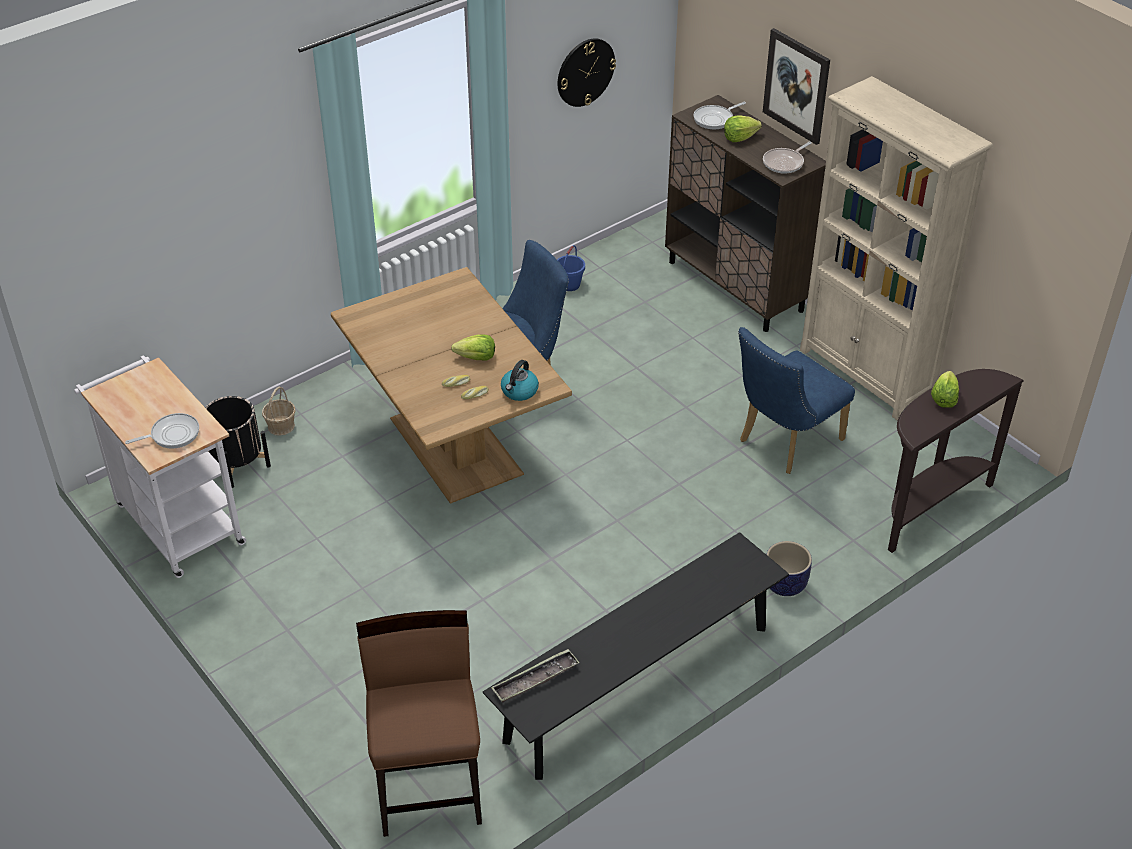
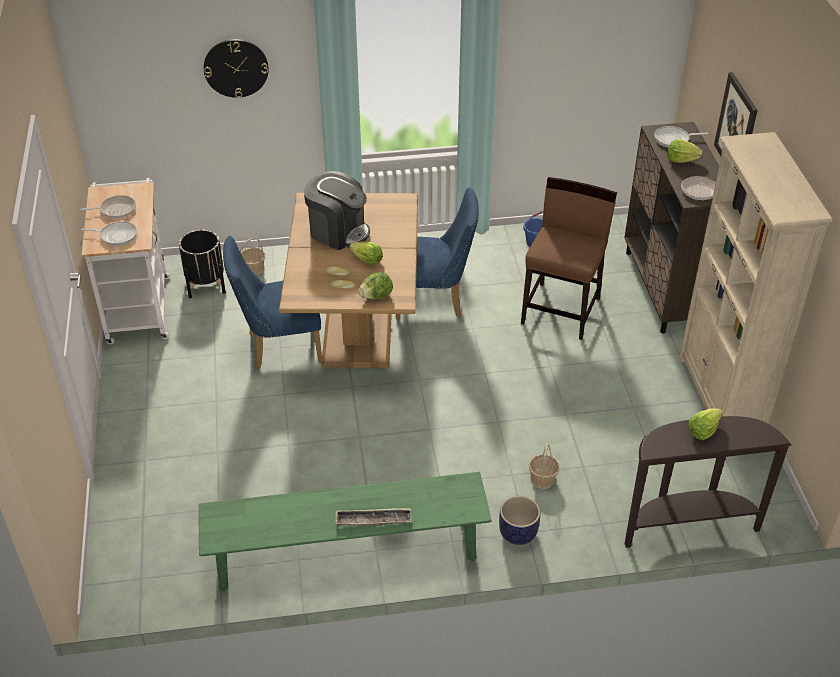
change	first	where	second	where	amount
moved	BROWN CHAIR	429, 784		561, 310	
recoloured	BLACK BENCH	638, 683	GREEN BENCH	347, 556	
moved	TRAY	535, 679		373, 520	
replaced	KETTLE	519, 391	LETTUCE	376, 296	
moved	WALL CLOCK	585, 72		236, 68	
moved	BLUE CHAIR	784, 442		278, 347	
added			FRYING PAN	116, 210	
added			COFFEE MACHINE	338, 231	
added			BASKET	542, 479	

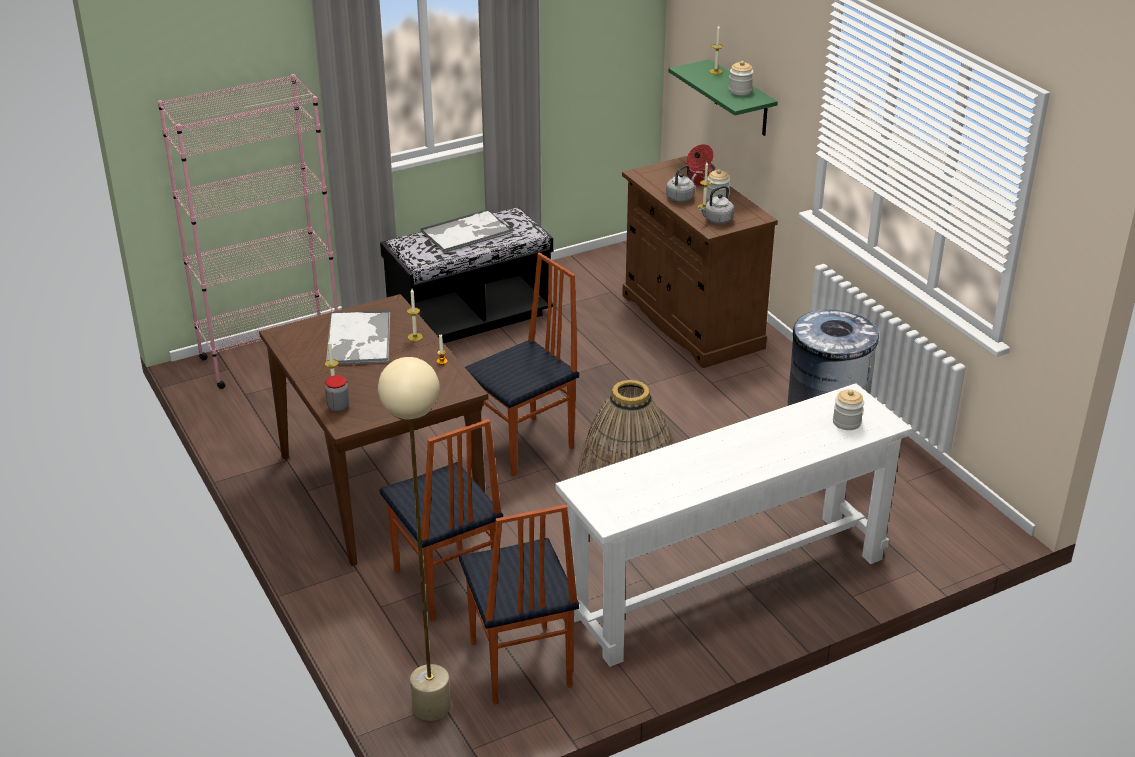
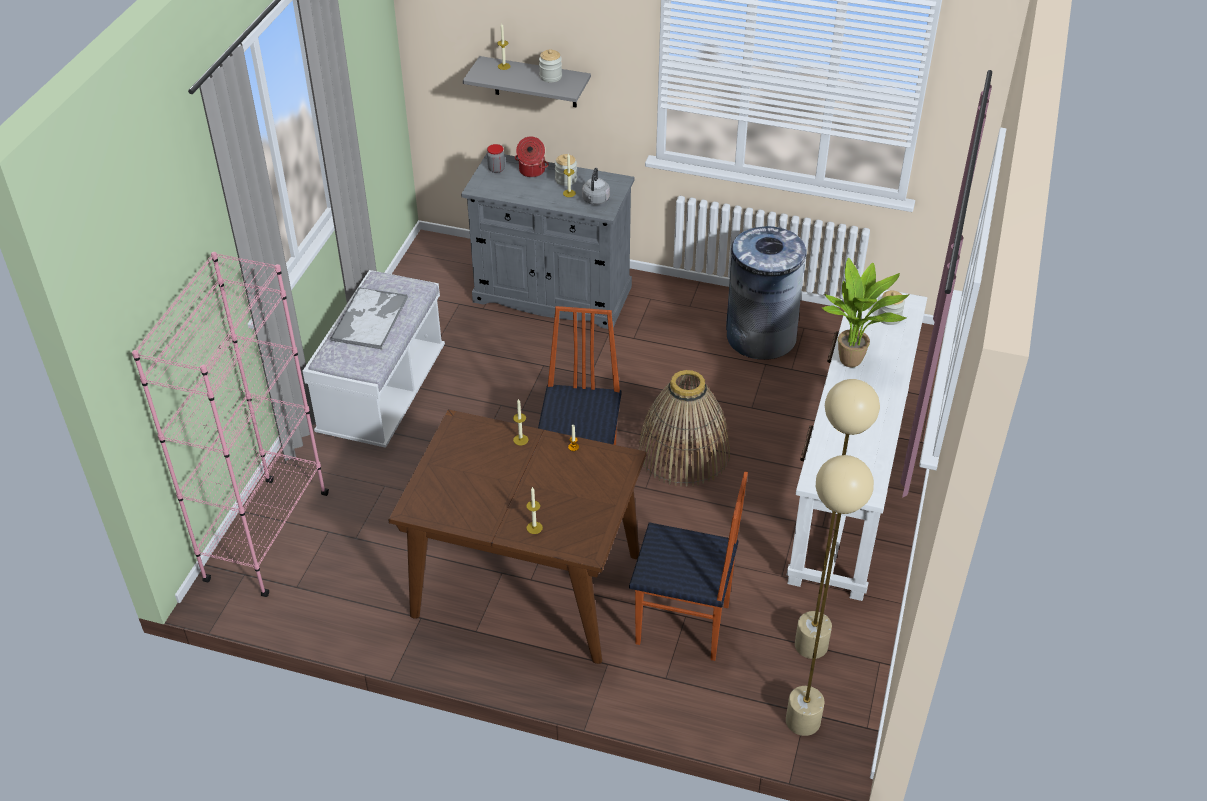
change	first	where	second	where	amount
moved	JAR	338, 407		496, 169	
removed	TRAY	359, 339			
recoloured	BLACK BENCH	470, 318	WHITE BENCH	382, 394	
replaced	CHAIR	518, 665	BEIGE FLOOR LAMP	811, 645	
recoloured	BROWN CABINET	691, 321	GREY CABINET	552, 295	
removed	GREY KETTLE	681, 197			
recoloured	GREEN SHELF	741, 99	GREY SHELF	535, 82	
added			POTTED PLANT	854, 362	

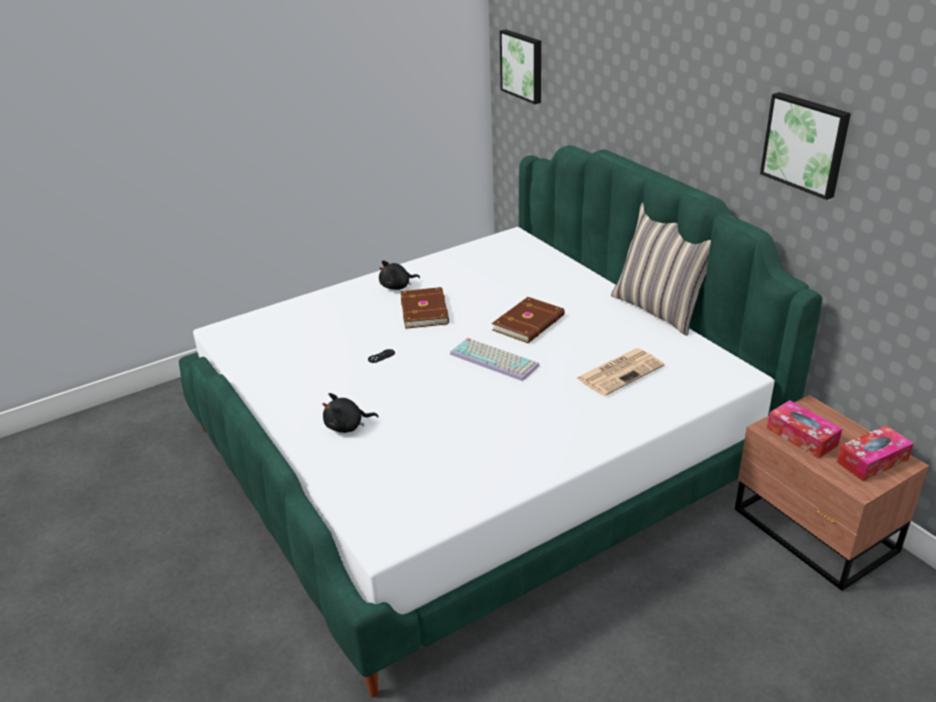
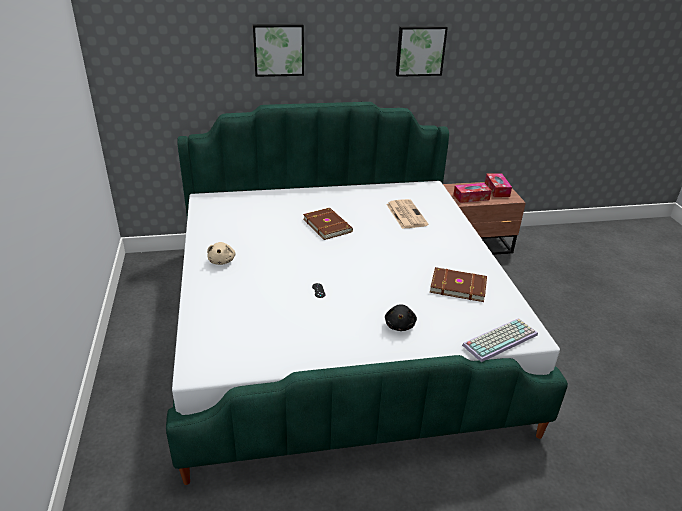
change	first	where	second	where	amount
recoloured	BLACK PLUSH TOY	397, 286	BEIGE PLUSH TOY	222, 261	
moved	BROWN BOOK	425, 310		457, 286	
moved	KEYBOARD	496, 359		500, 339	
moved	PICTURE	523, 65		278, 49	
removed	PILLOW	660, 309			

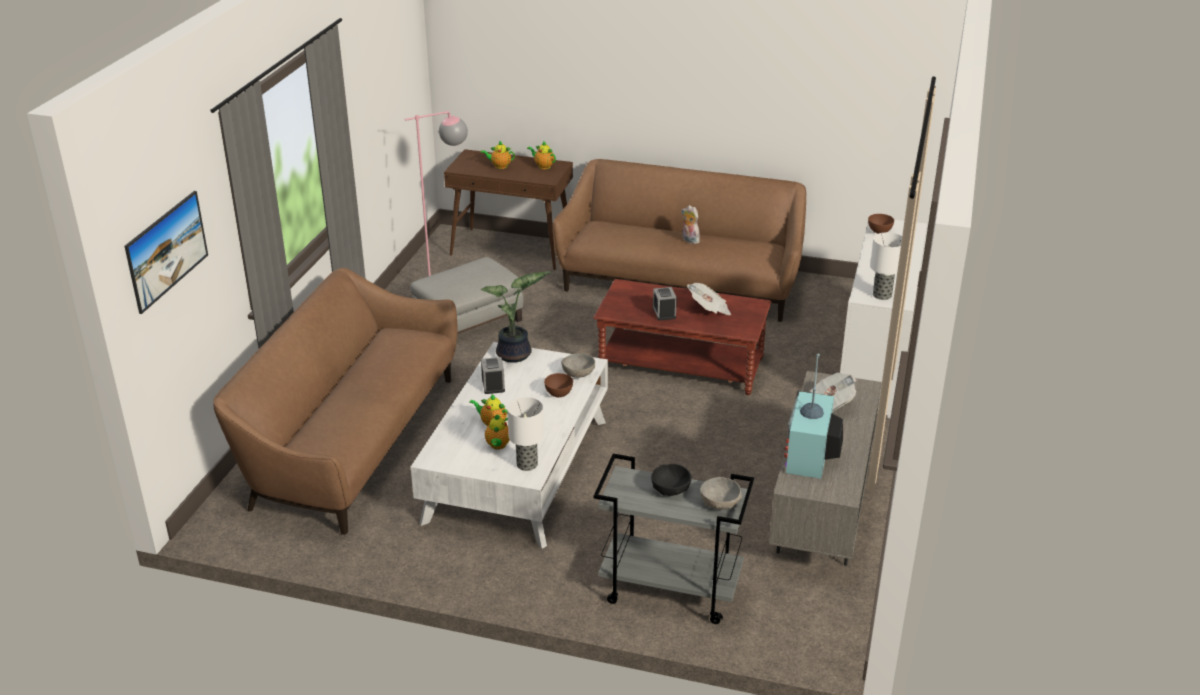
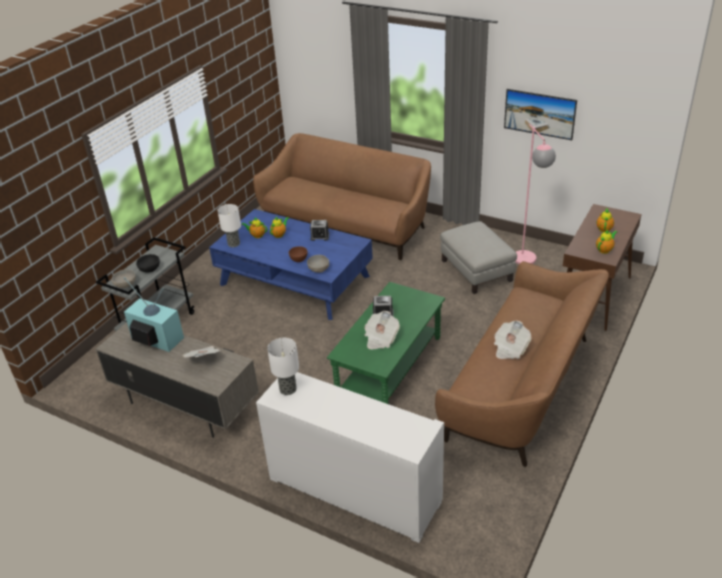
change	first	where	second	where	amount
moved	PICTURE	170, 267		538, 123	
recoloured	WHITE COFFEE TABLE	518, 469	BLUE COFFEE TABLE	295, 280	
removed	POTTED PLANT	516, 355			
recoloured	BROWN COFFEE TABLE	681, 365	GREEN COFFEE TABLE	389, 366	
replaced	PLUSH TOY	689, 240	NEWSPAPER	510, 348	
removed	BROWN BOWL	879, 231			

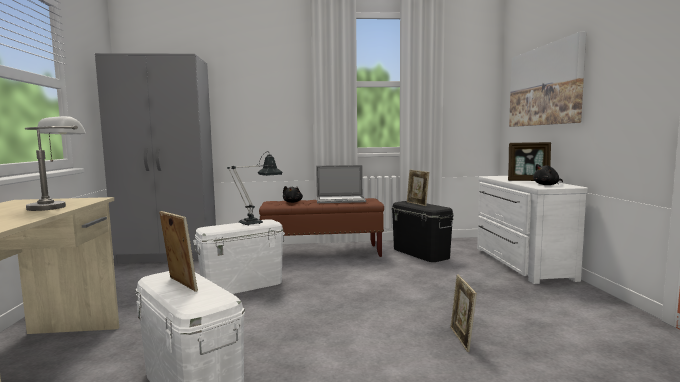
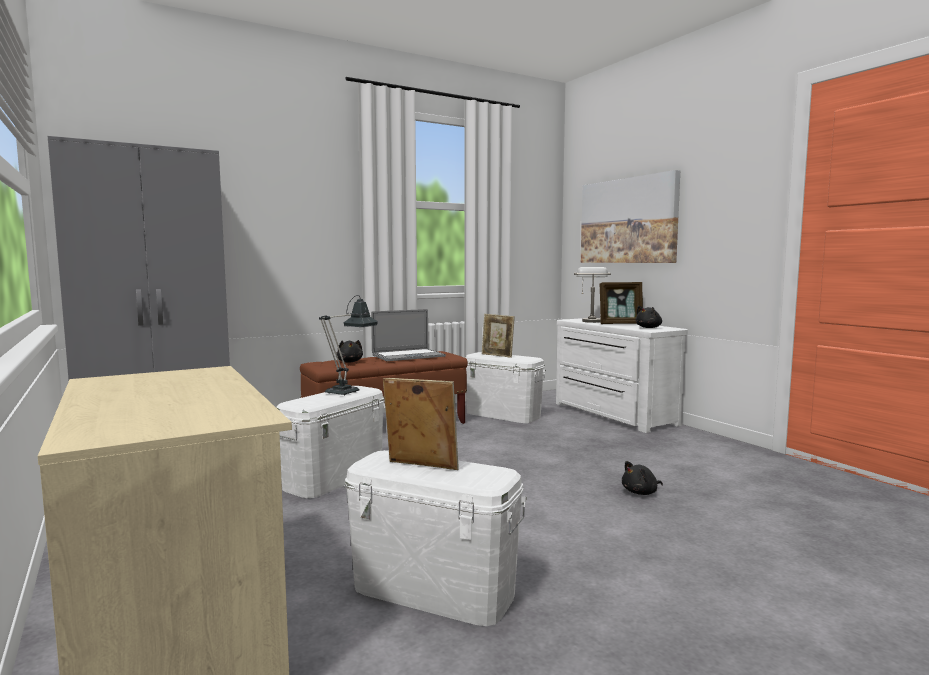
change	first	where	second	where	amount
moved	GREY TABLE LAMP	58, 206		590, 321	
recoloured	BLACK STORAGE BOX	421, 253	WHITE STORAGE BOX	503, 414	
replaced	PICTURE FRAME	461, 339	BLACK PLUSH TOY	641, 492	

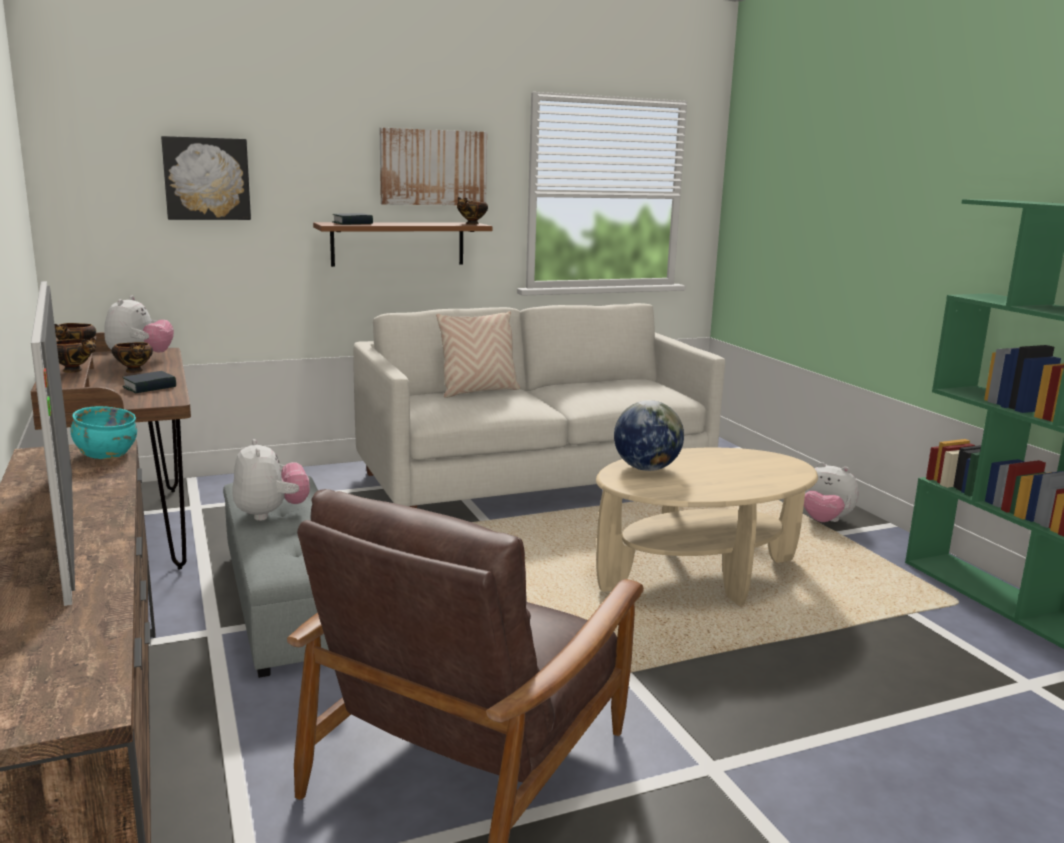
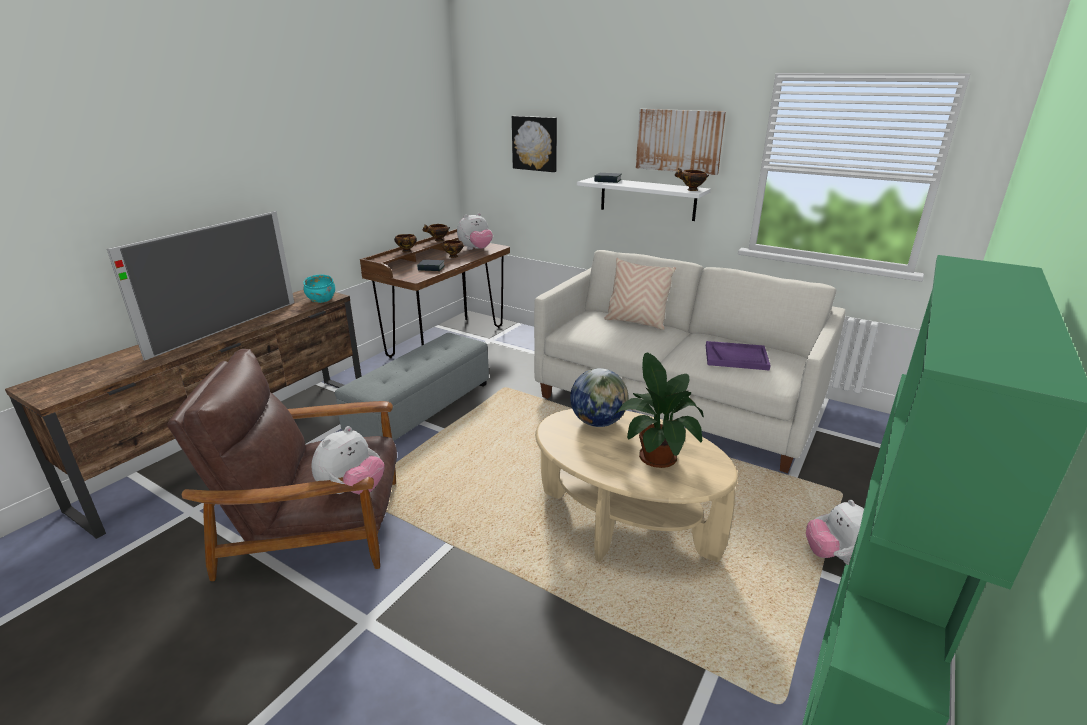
change	first	where	second	where	amount
moved	PLUSH TOY	271, 514		352, 490	
recoloured	BROWN SHELF	398, 244	WHITE SHELF	647, 198	
added			POTTED PLANT	657, 454	
added			PURPLE TRAY	736, 357	

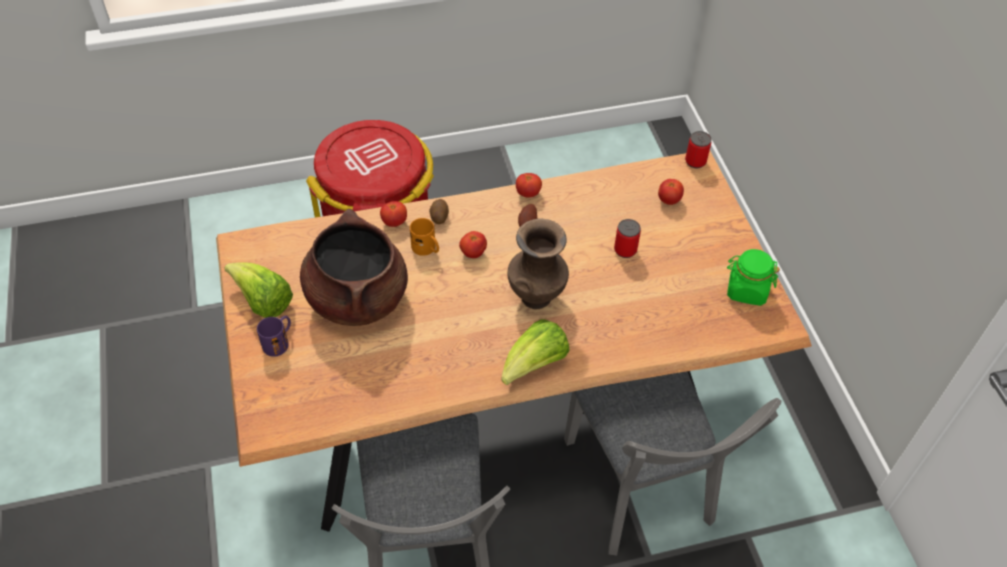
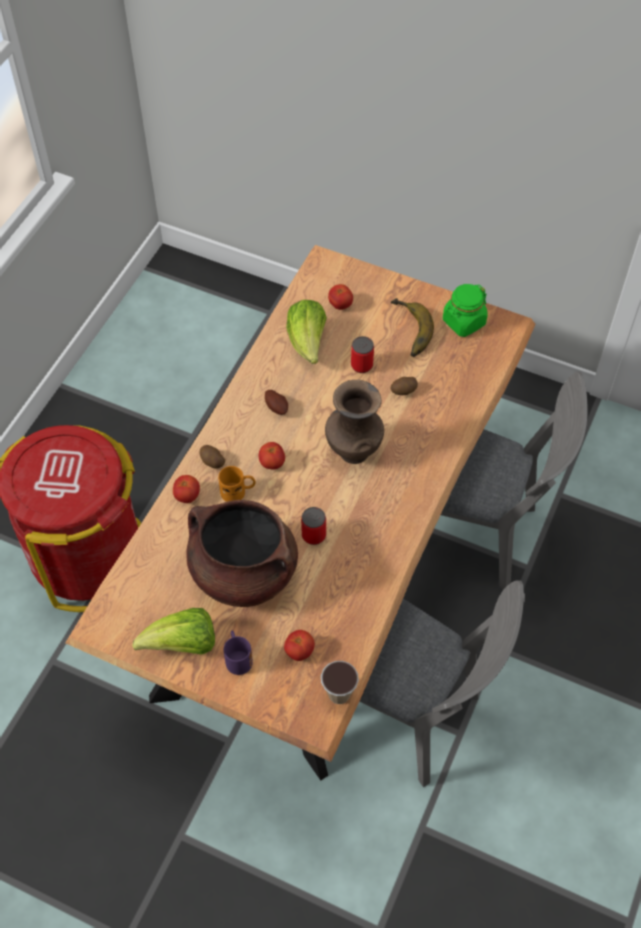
change	first	where	second	where	amount
moved	LETTUCE	534, 365		307, 343	
moved	TOMATO	528, 193		299, 651	
moved	CAN	695, 161		313, 535	
added			CUP	339, 693	
added			POTATO	404, 391	
added			BANANA	407, 331	

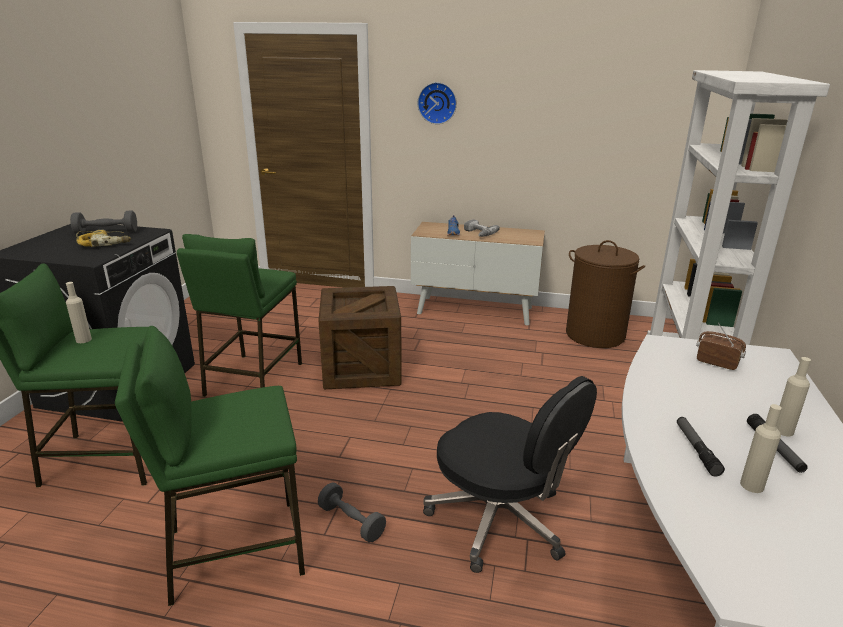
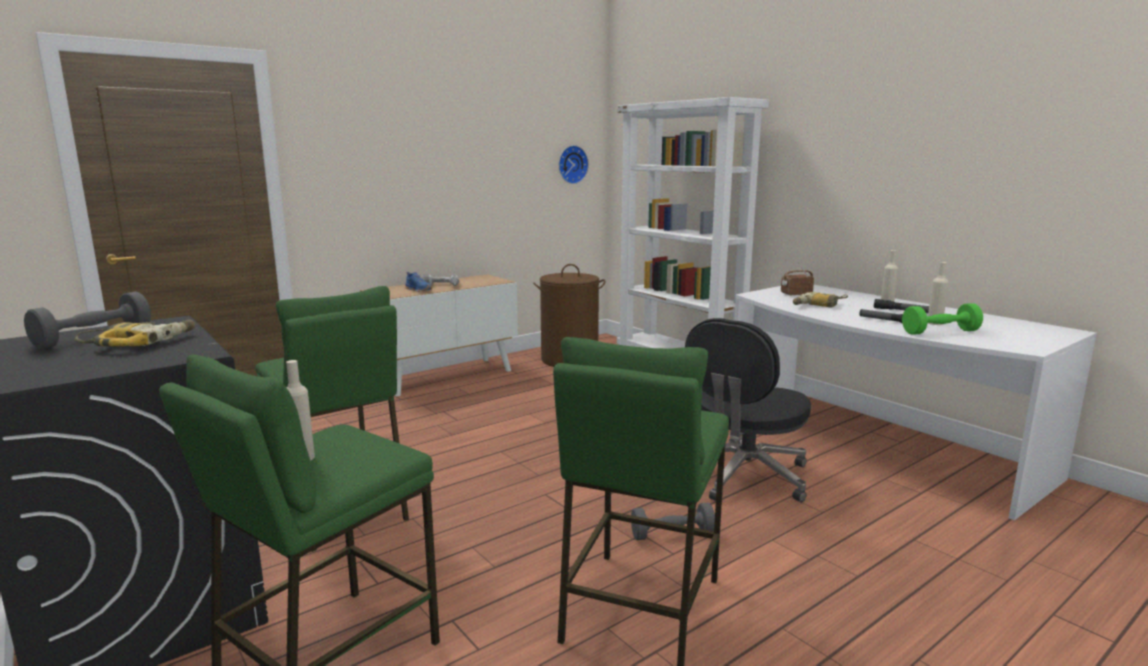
change	first	where	second	where	amount
removed	CRATE	361, 368			
moved	WALL CLOCK	437, 103		571, 164	
turned	BLACK OFFICE CHAIR	500, 521		744, 476	135 degrees clockwise
added			POWER DRILL	818, 305	
added			GREEN DUMBBELL	940, 332	

